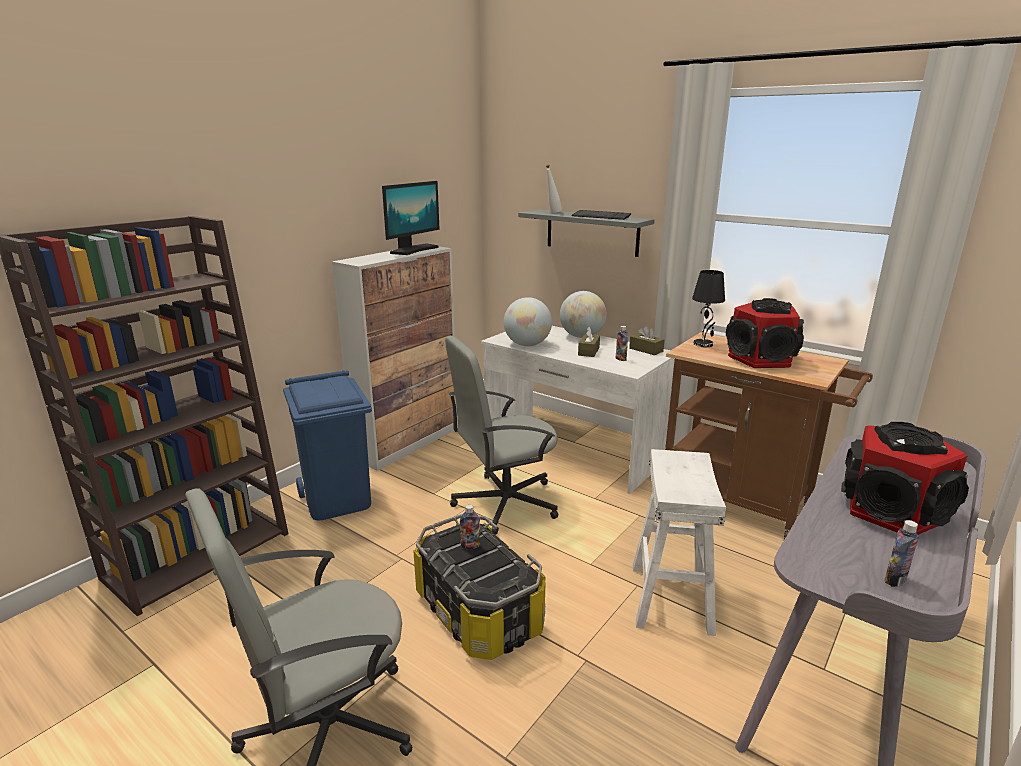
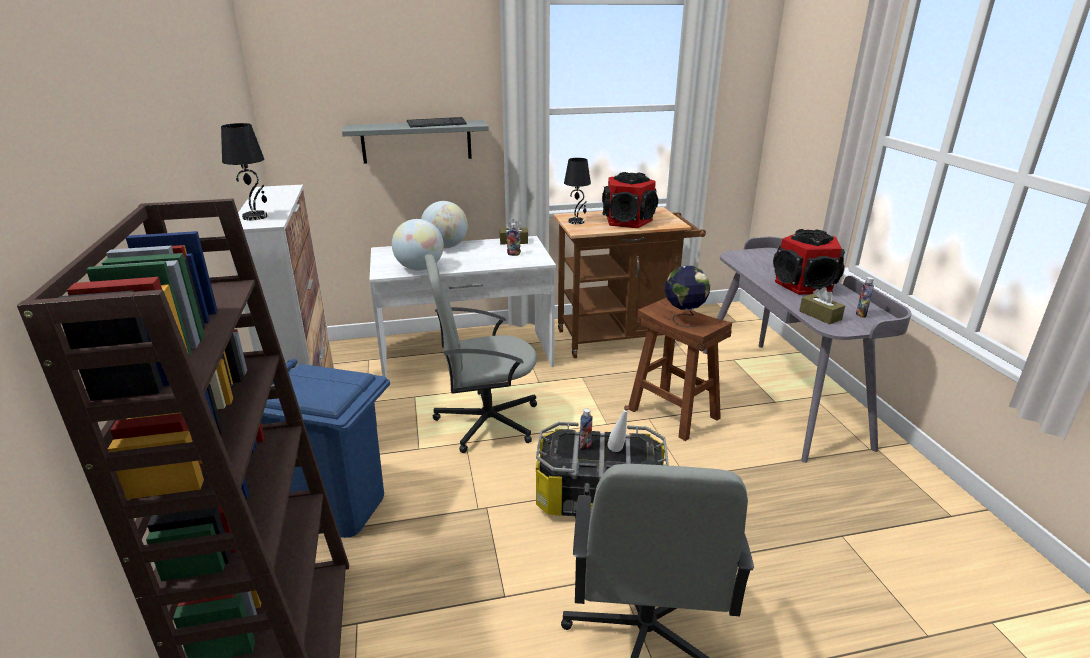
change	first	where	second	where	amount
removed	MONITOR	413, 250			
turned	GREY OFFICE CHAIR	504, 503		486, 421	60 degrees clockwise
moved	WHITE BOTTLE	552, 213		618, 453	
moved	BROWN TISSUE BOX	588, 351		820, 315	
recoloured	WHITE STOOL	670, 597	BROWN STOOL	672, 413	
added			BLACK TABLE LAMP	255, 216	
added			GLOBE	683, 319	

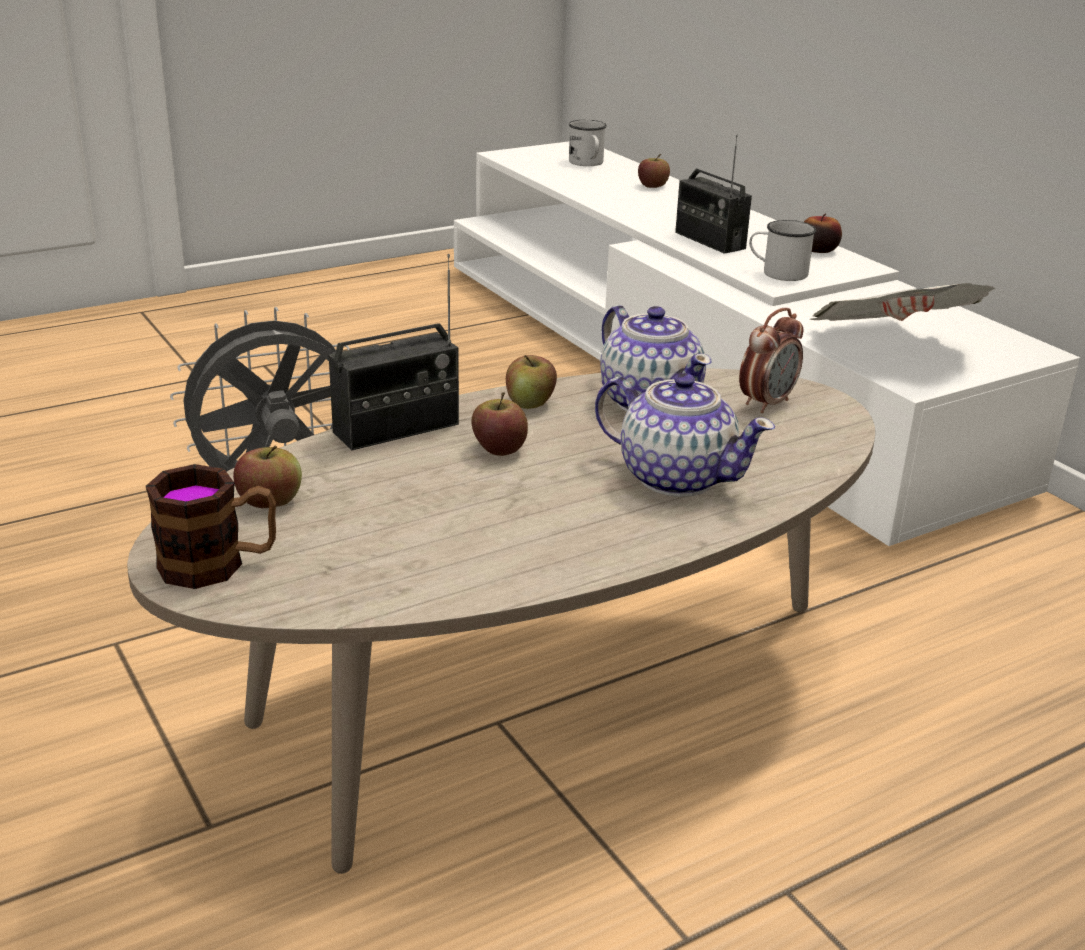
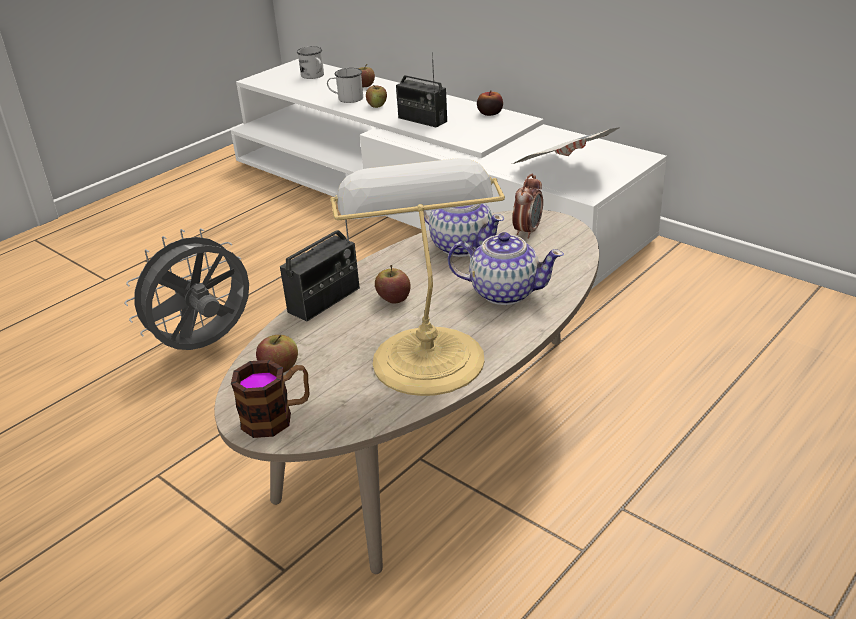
change	first	where	second	where	amount
moved	APPLE	530, 402		377, 105	
moved	WHITE MUG	778, 273		346, 99	
added			TABLE LAMP	426, 356	

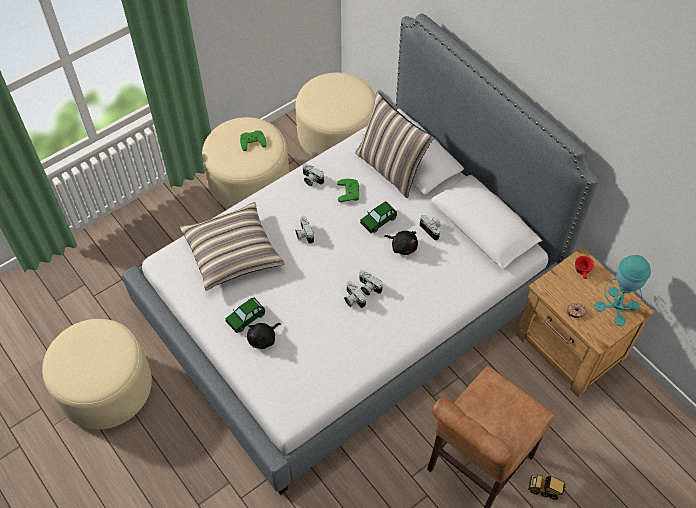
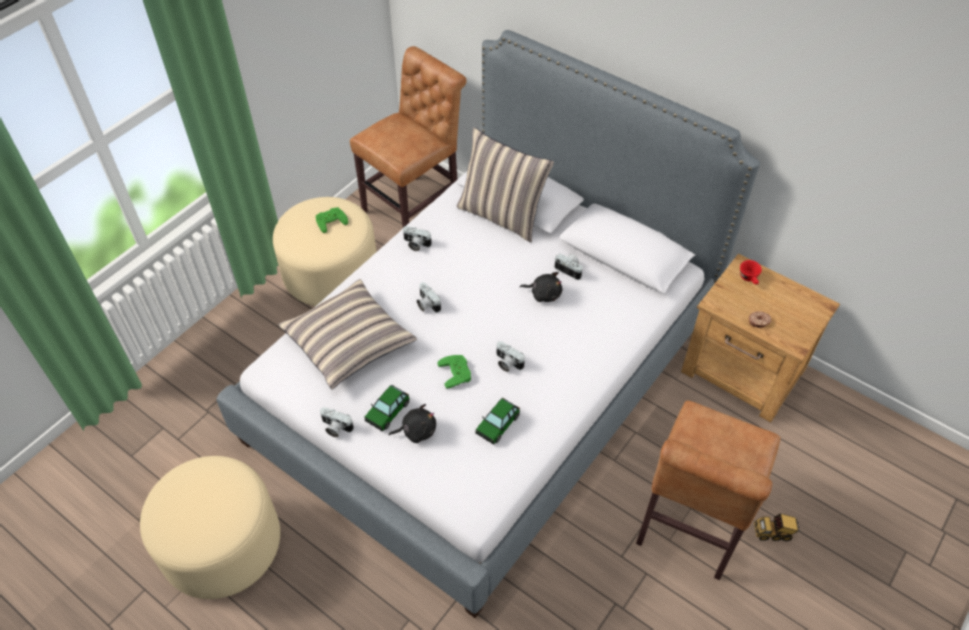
change	first	where	second	where	amount
turned	BLACK PLUSH TOY	263, 339		416, 431	135 degrees counterclockwise
replaced	BEIGE OTTOMAN	337, 136	BROWN CHAIR	416, 207	
moved	GREEN GAME CONTROLLER	350, 192		457, 372	
moved	TOY CAR	378, 220		497, 424	
moved	PHOTO CAMERA	368, 287		335, 428	
removed	TURQUOISE TABLE LAMP	616, 306			

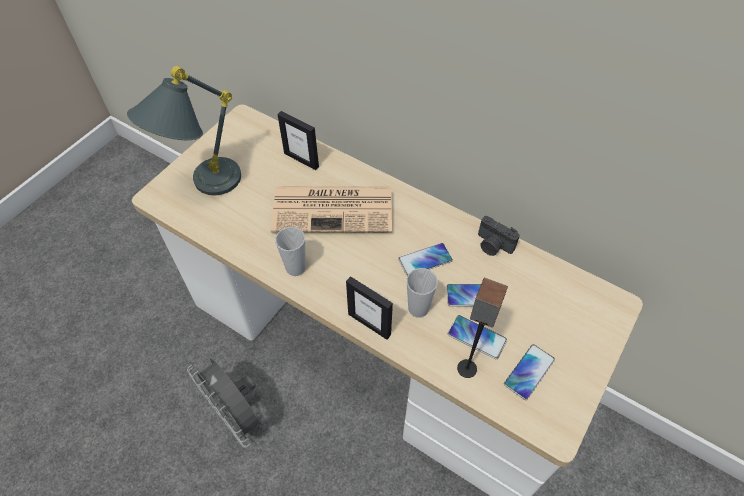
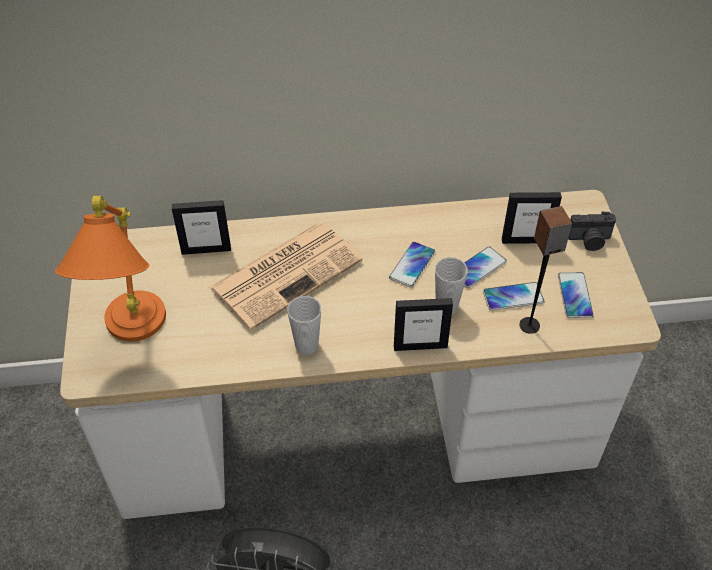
change	first	where	second	where	amount
recoloured	GREY TABLE LAMP	203, 187	ORANGE TABLE LAMP	131, 336	
moved	PHOTO CAMERA	493, 245		589, 241	
added			PICTURE FRAME	526, 240	

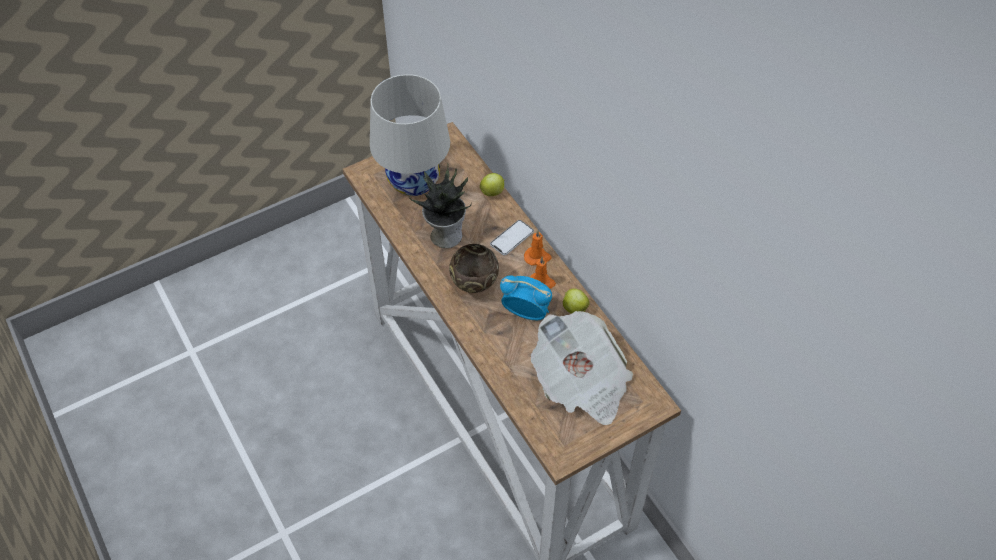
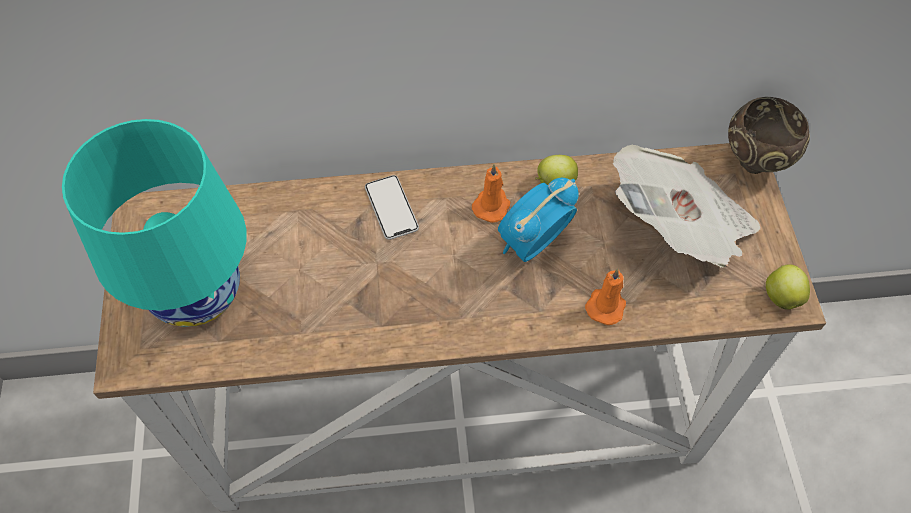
change	first	where	second	where	amount
recoloured	WHITE TABLE LAMP	414, 181	TURQUOISE TABLE LAMP	197, 293	
removed	POTTED PLANT	445, 234			
moved	BROWN BOWL	474, 286		756, 163	
moved	APPLE	492, 192		781, 296	
moved	ORANGE CANDLE	537, 257		606, 305	

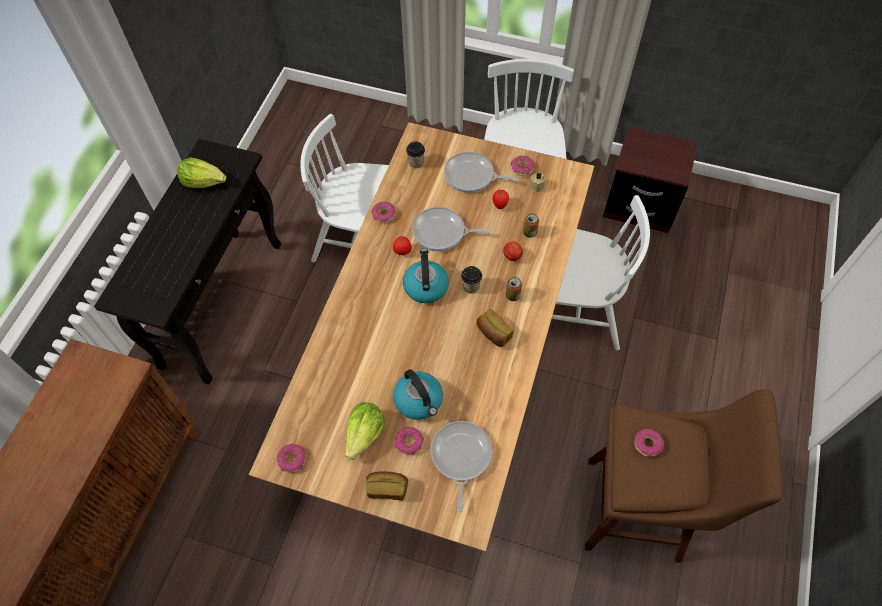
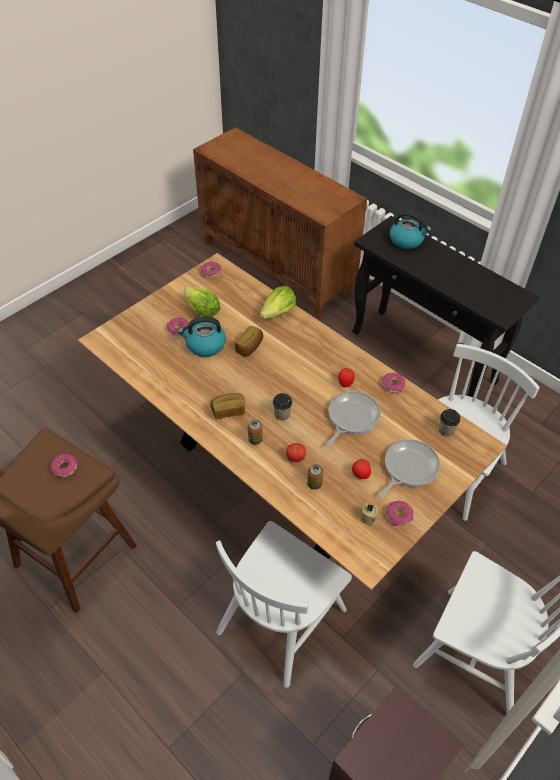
change	first	where	second	where	amount
moved	LETTUCE	203, 181		278, 313	
moved	BREAD	387, 488		250, 347	
moved	KETTLE	425, 286		407, 240	
removed	FRYING PAN	460, 457			

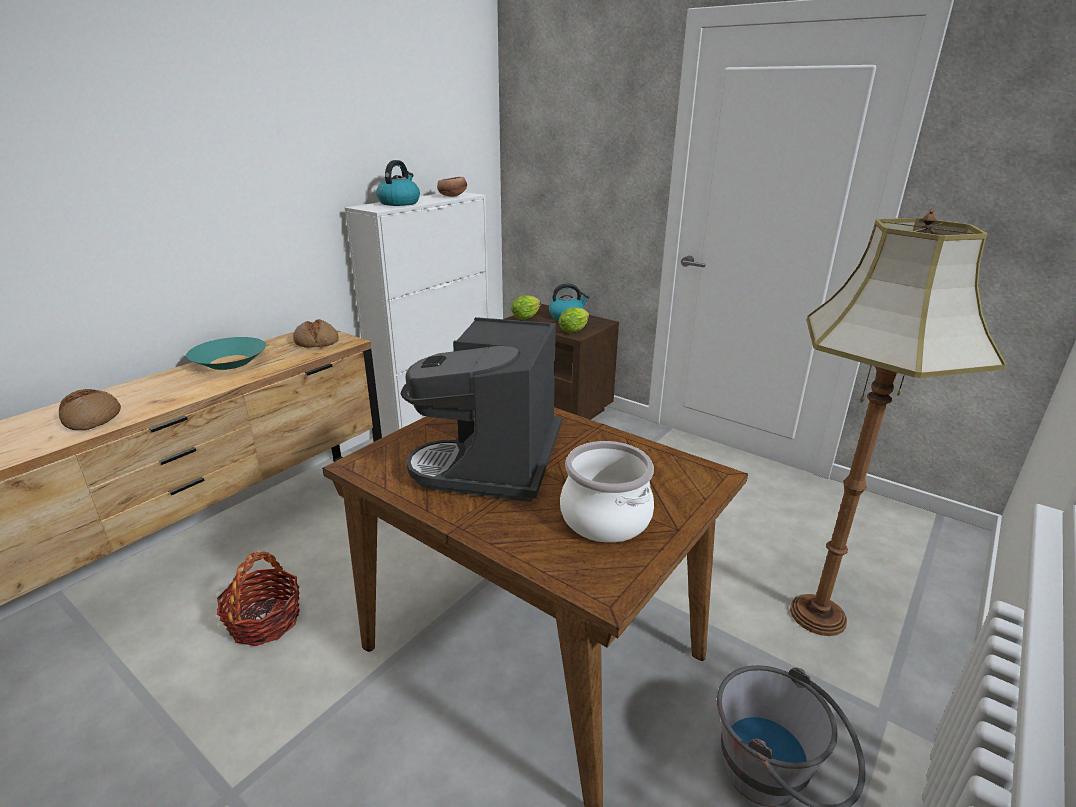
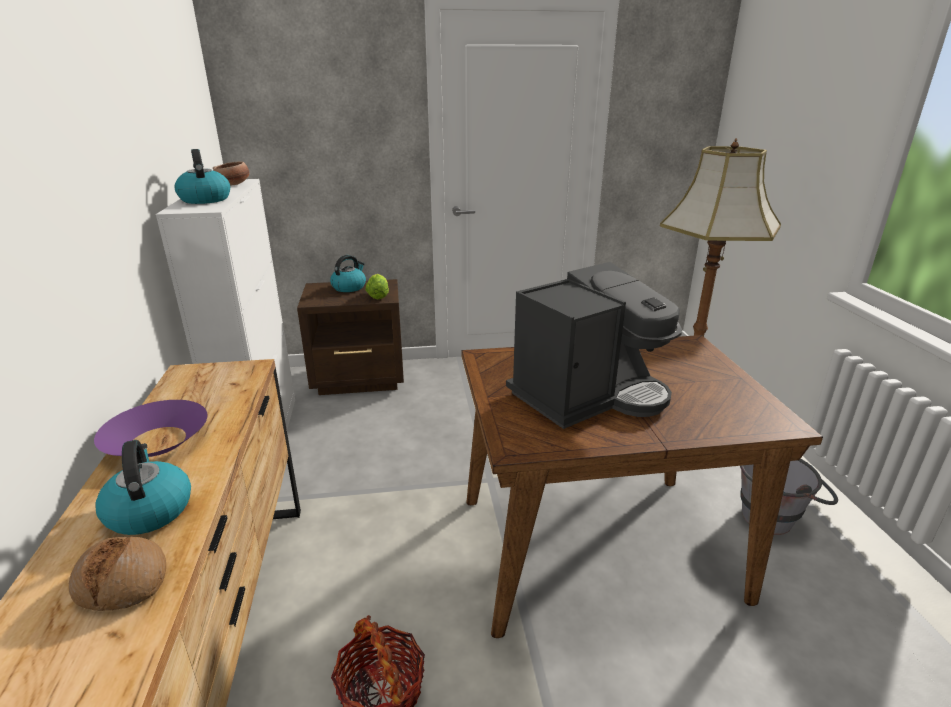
change	first	where	second	where	amount
recoloured	TURQUOISE BOWL	229, 362	PURPLE BOWL	156, 441	
removed	BREAD	316, 342			
turned	COFFEE MACHINE	494, 462		588, 395	90 degrees counterclockwise
removed	LETTUCE	527, 317			
removed	COOKING POT	606, 518			
added			KETTLE	149, 510	

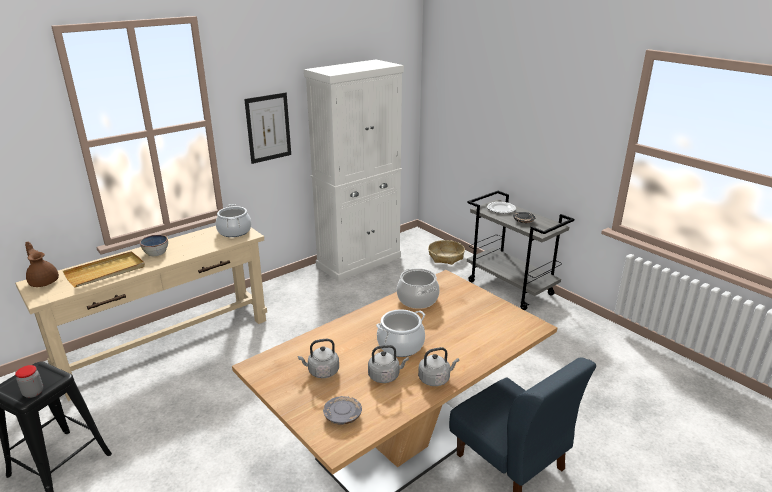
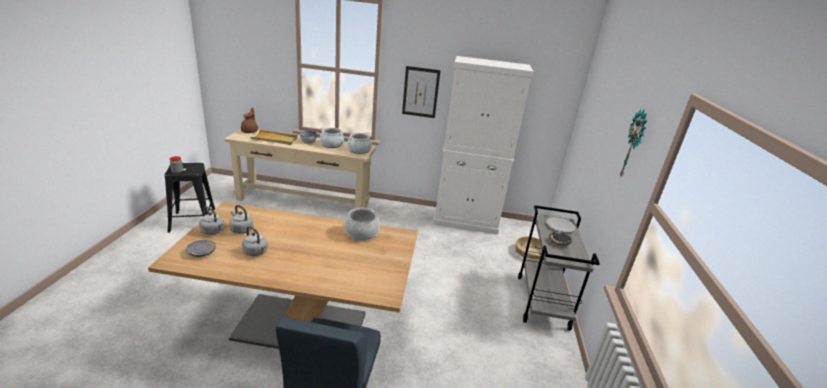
change	first	where	second	where	amount
moved	COOKING POT	400, 345		332, 144	
moved	GREY KETTLE	435, 379		213, 231	
added			WALL CLOCK	634, 145	

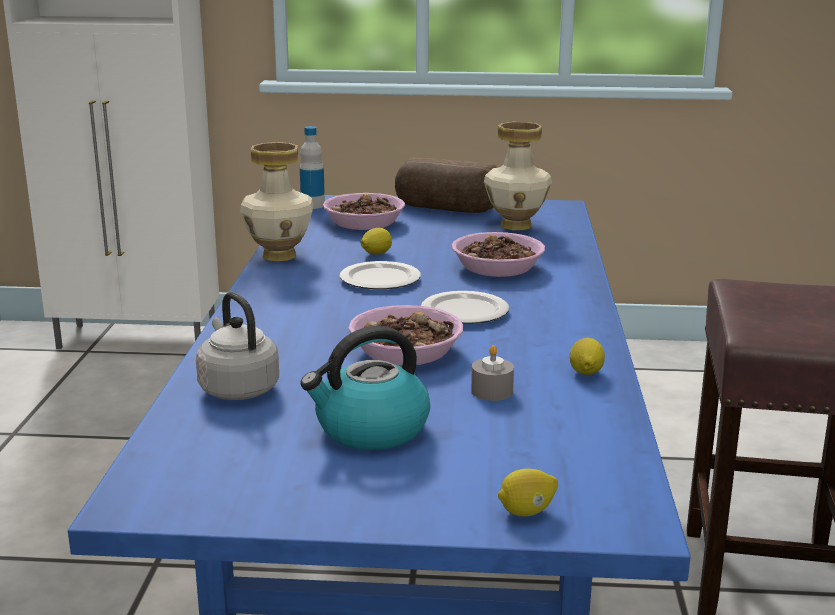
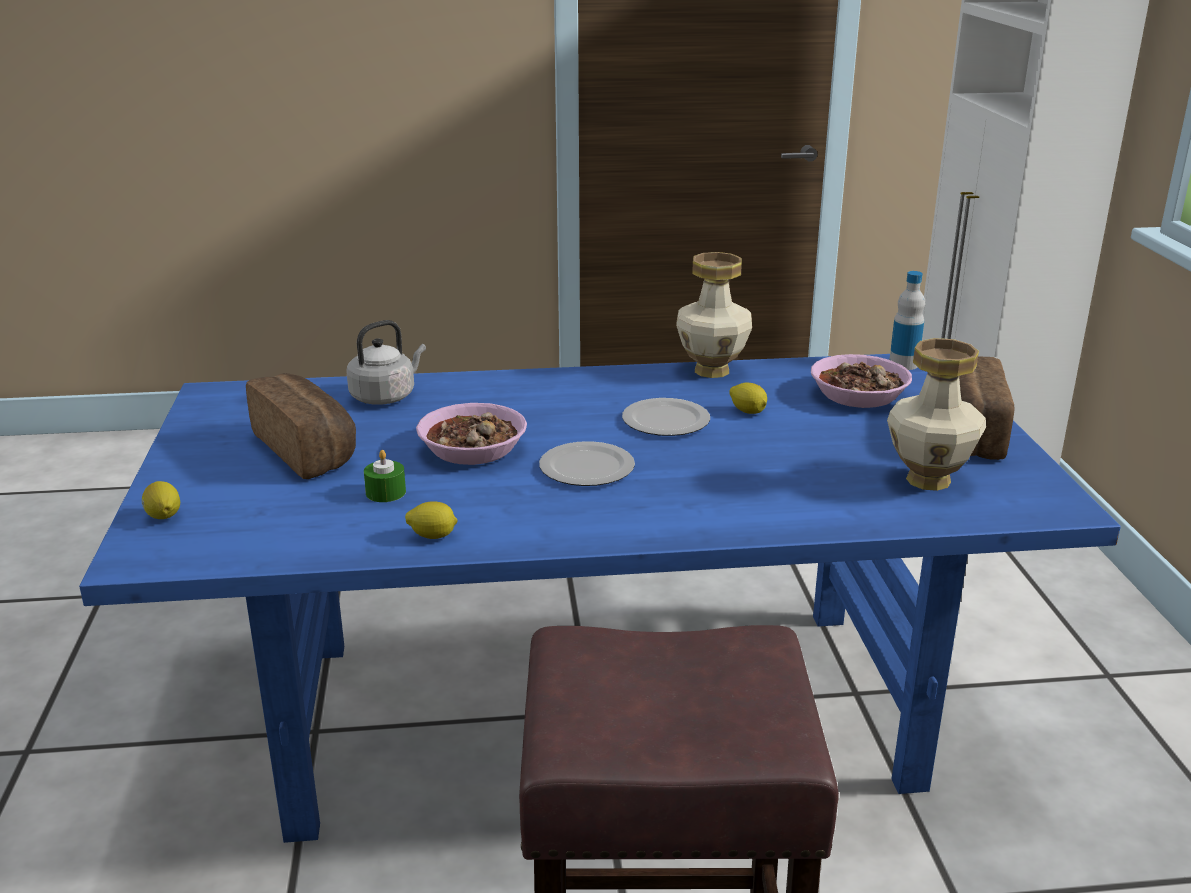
change	first	where	second	where	amount
replaced	KETTLE	370, 429	BREAD	309, 450	
removed	BOWL	496, 267			
recoloured	GREY CANDLE	492, 391	GREEN CANDLE	385, 492	

